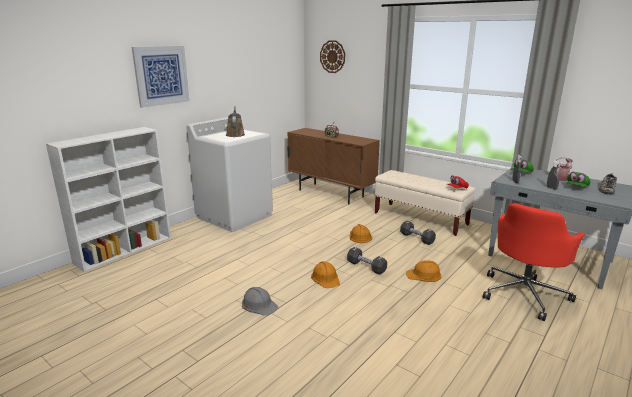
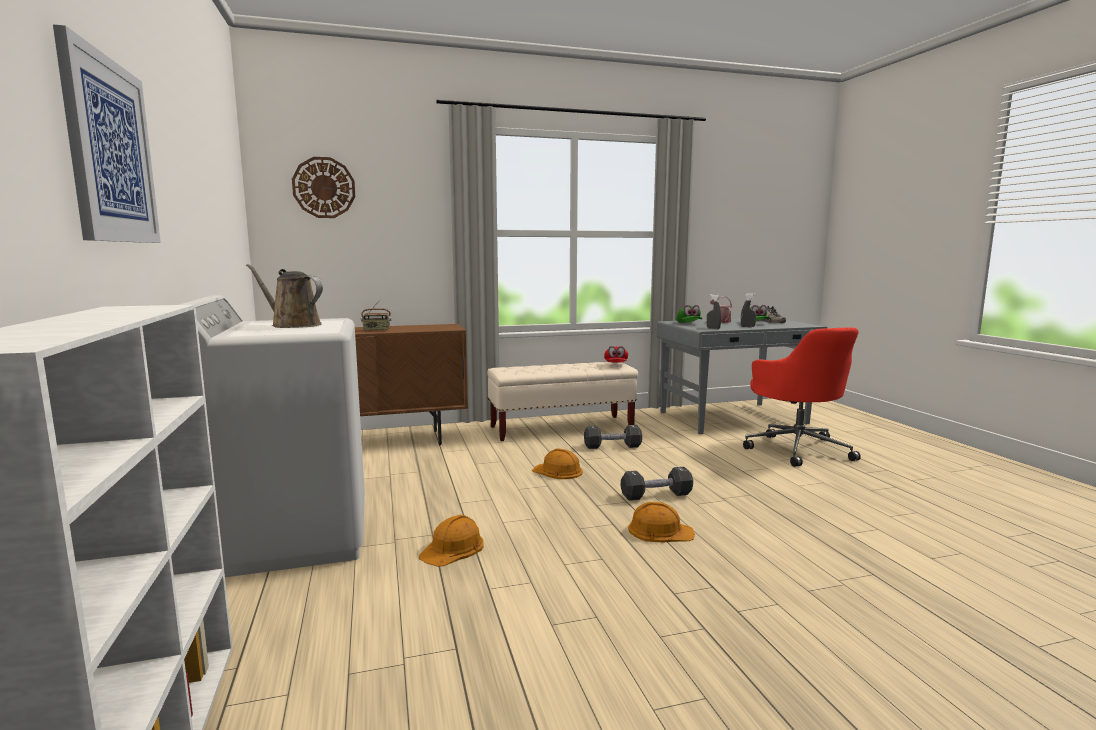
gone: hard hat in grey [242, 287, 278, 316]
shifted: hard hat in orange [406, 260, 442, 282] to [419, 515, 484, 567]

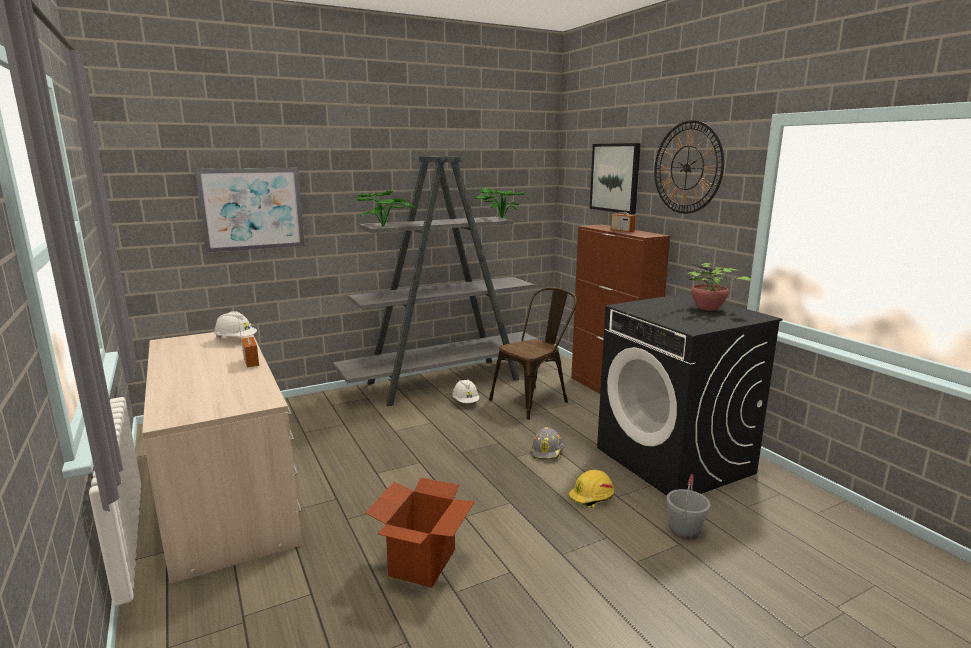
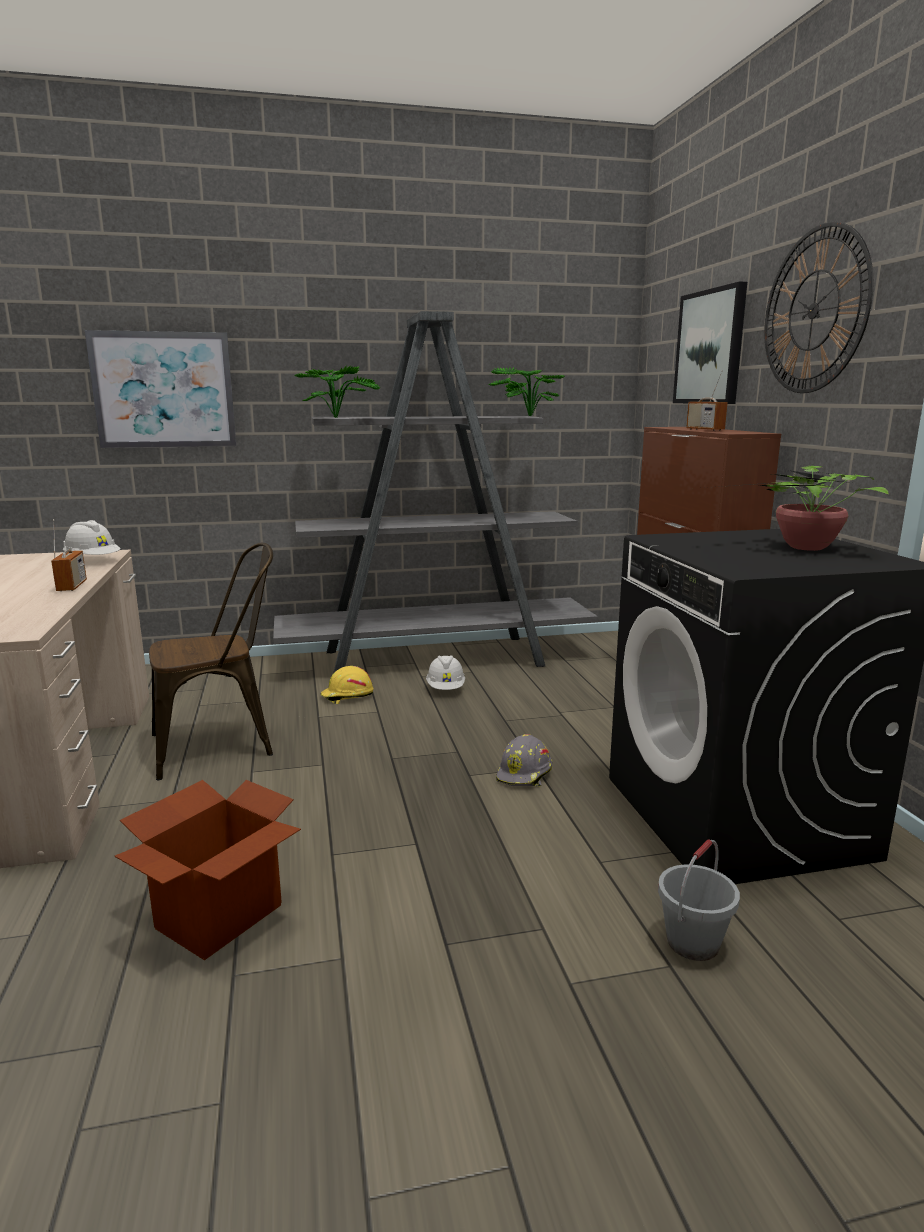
shifted: chair in brown [489, 288, 577, 420] to [149, 543, 273, 780]; hard hat in yellow [568, 470, 614, 508] to [320, 666, 374, 704]

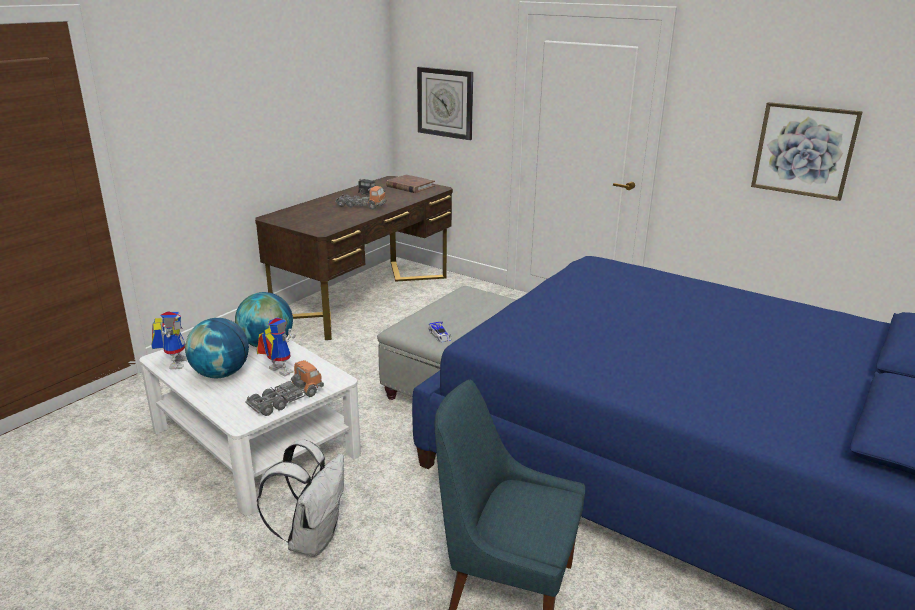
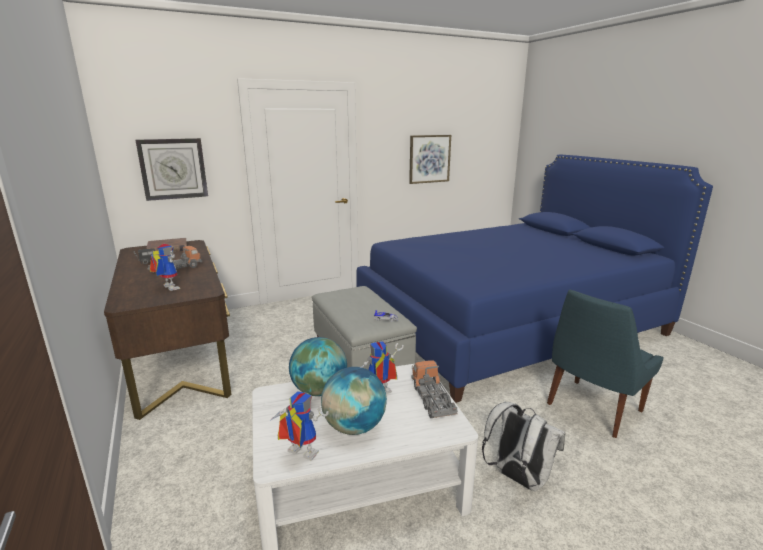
new: toy robot [149, 244, 180, 291]

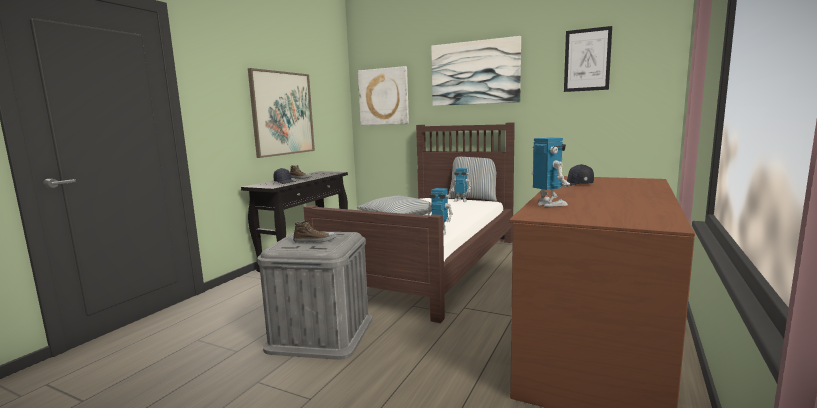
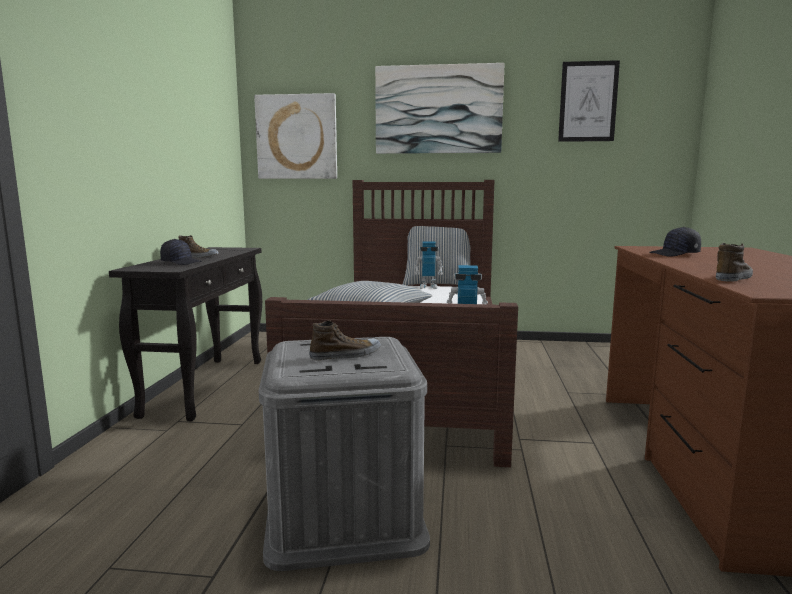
gone: picture [248, 68, 315, 158]
swapped: toy robot [531, 137, 570, 207] to shoe [716, 243, 753, 282]

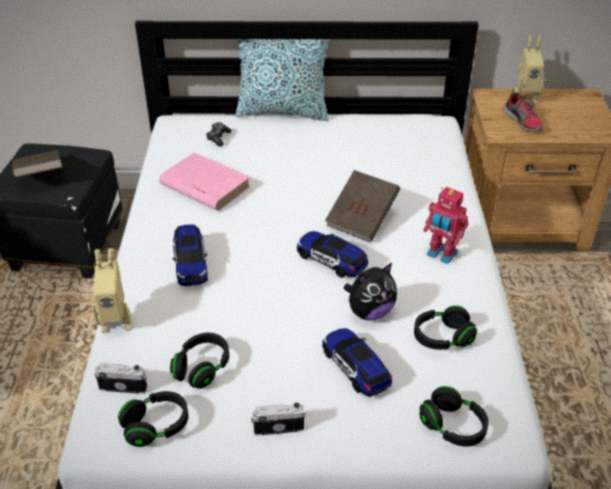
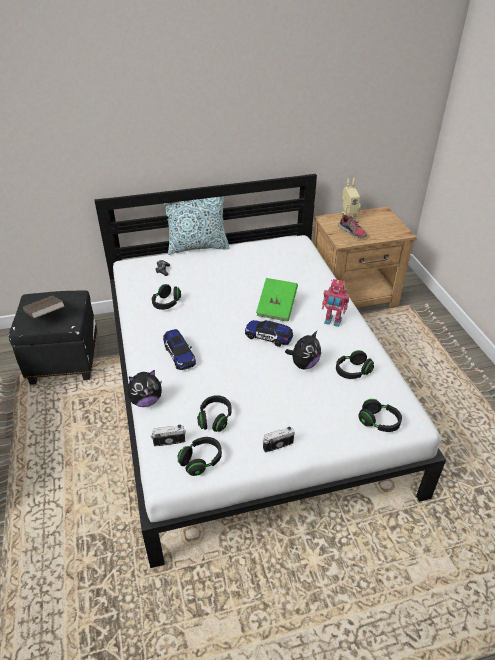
gone: toy car [322, 328, 392, 397]
swapped: toy robot [92, 248, 131, 333] to plush toy [128, 370, 162, 407]; book in pink [159, 153, 250, 211] to headphones in black [152, 284, 181, 310]
repainted: book in brown [325, 170, 400, 242] to book in green [256, 278, 298, 322]

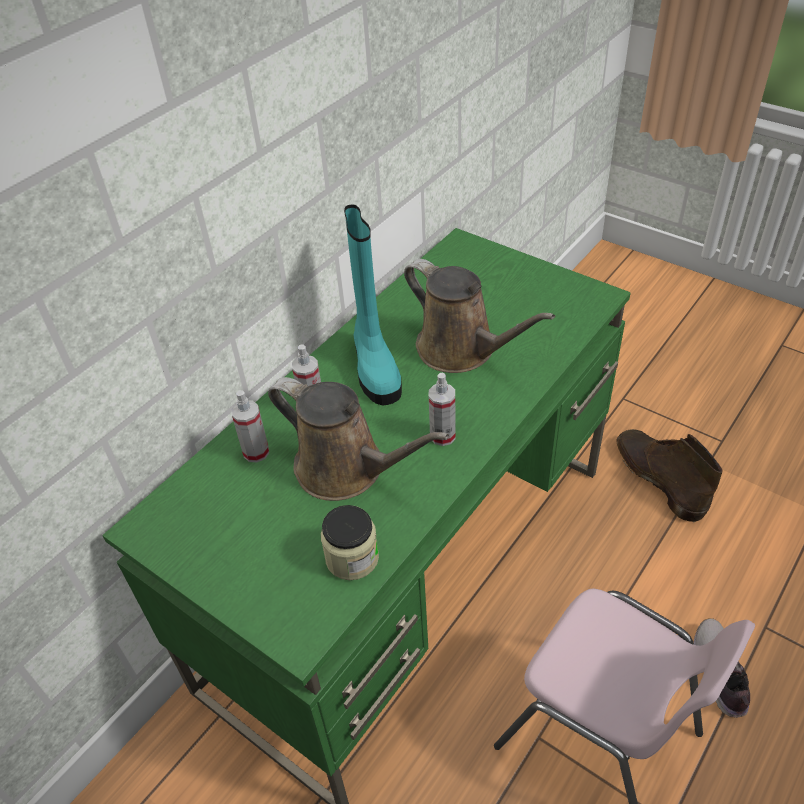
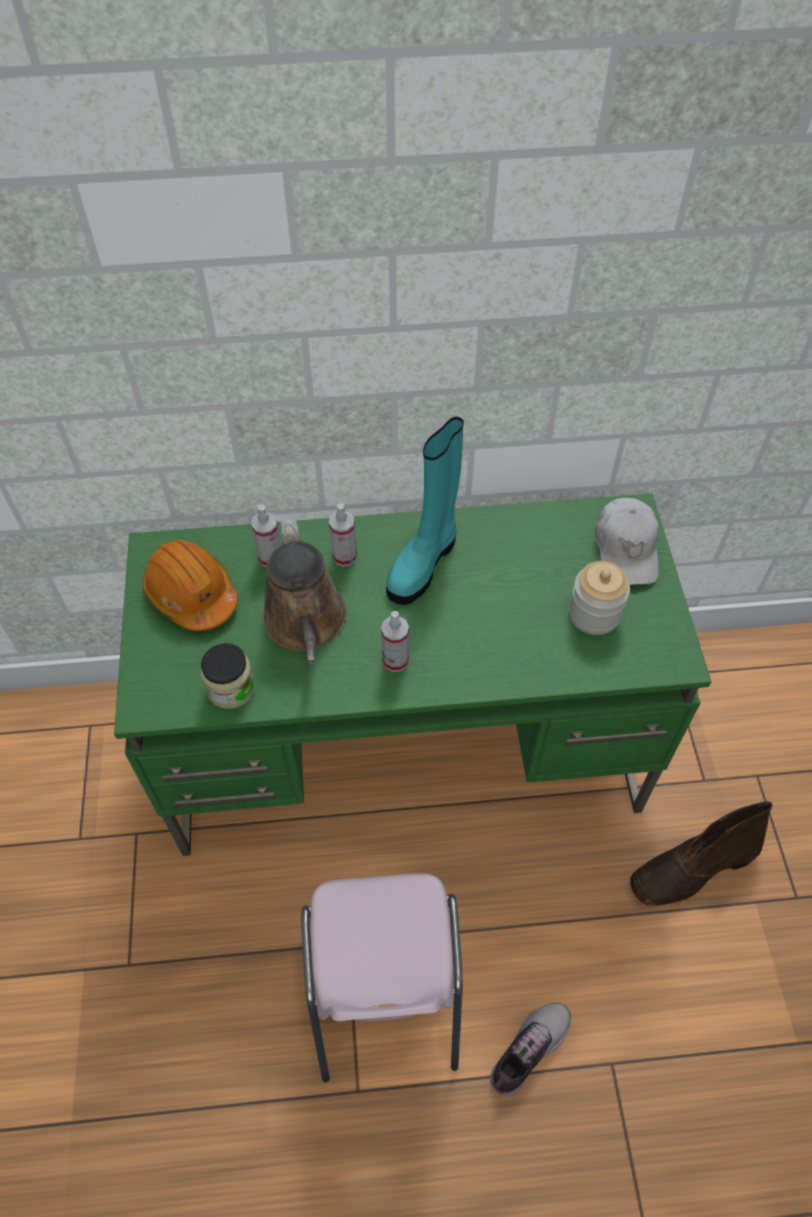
gone: watering can in brown [404, 259, 555, 373]
new: hard hat in orange [143, 540, 238, 631]; jar [569, 561, 630, 635]; cap in white [594, 498, 659, 585]
rotated: boot in brown [616, 429, 722, 523] = [630, 801, 772, 906] 135 degrees counterclockwise

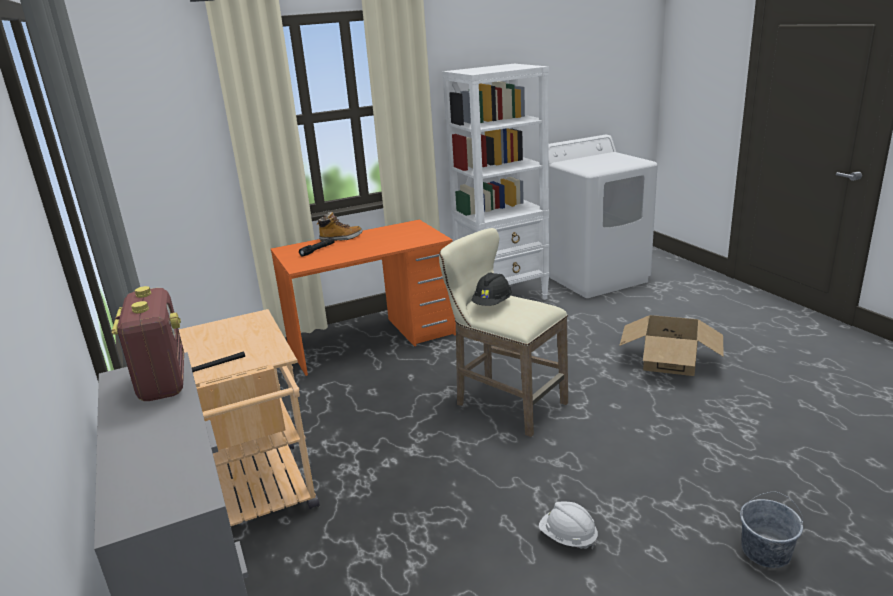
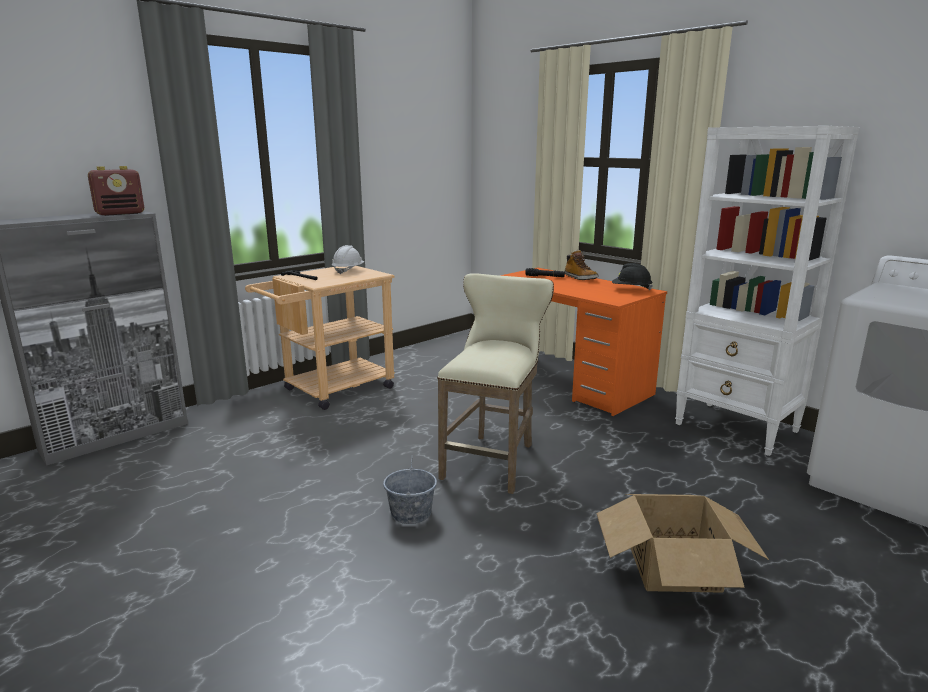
shifted: hard hat in black [472, 272, 512, 306] to [612, 263, 653, 291]; hard hat in white [539, 501, 598, 549] to [332, 245, 365, 275]; bucket in grey [740, 491, 803, 568] to [383, 461, 437, 524]

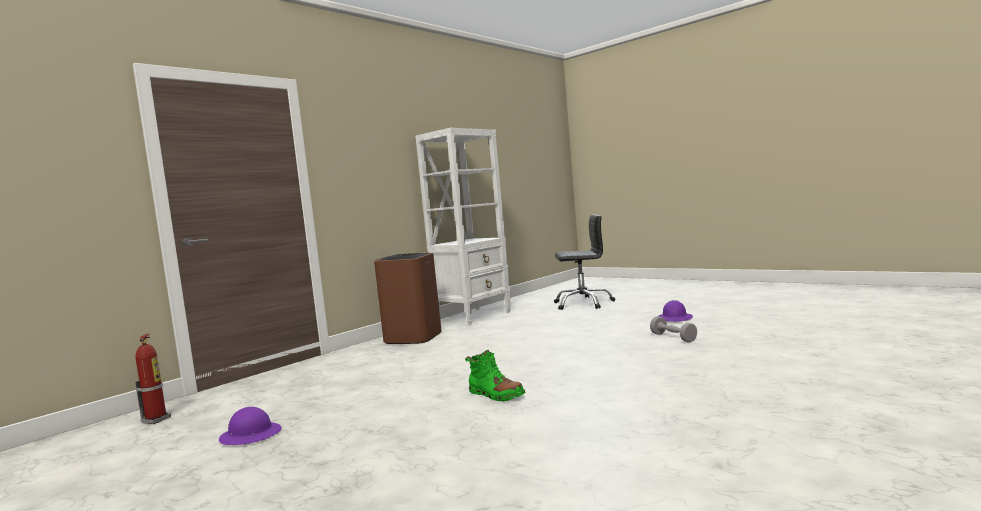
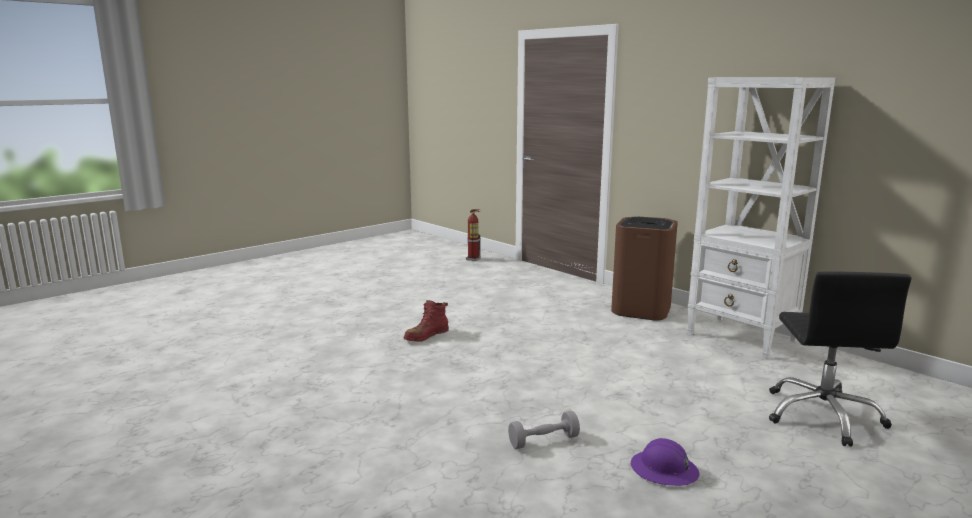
gone: hard hat in purple [219, 407, 282, 445]
repainted: boot in green [465, 350, 525, 401] to boot in red [403, 300, 449, 342]

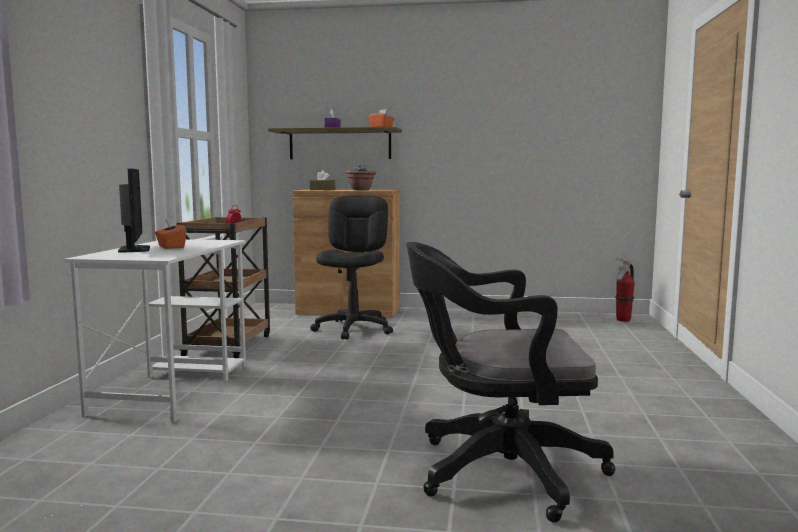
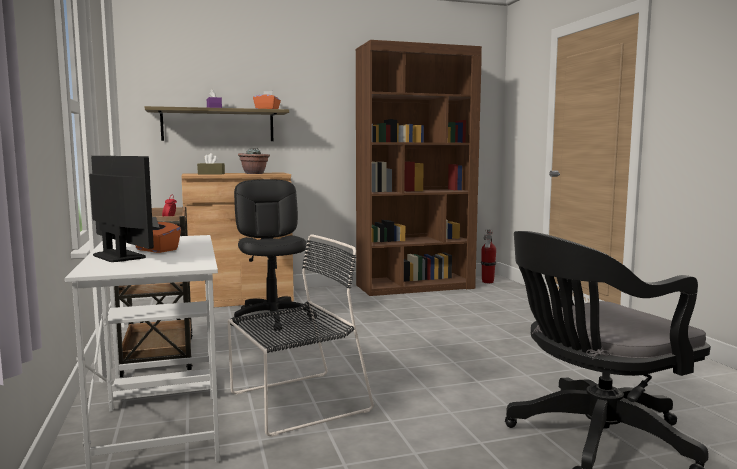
new: chair in black [228, 234, 374, 437]; bookcase in brown [356, 40, 482, 296]

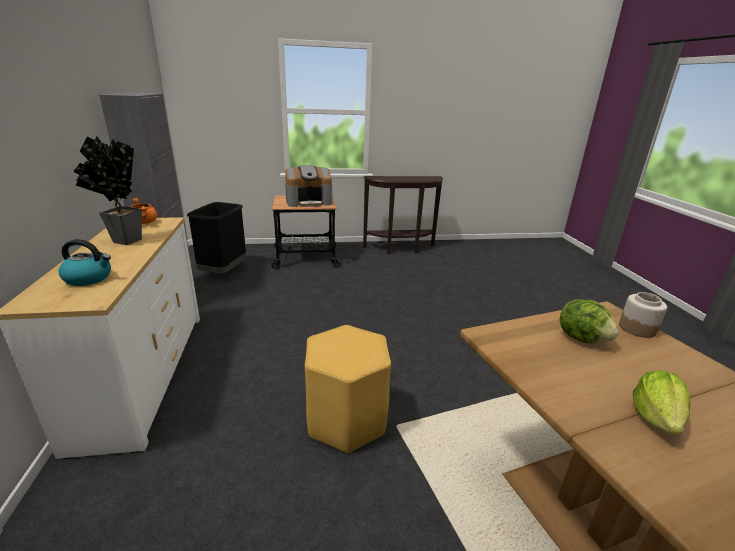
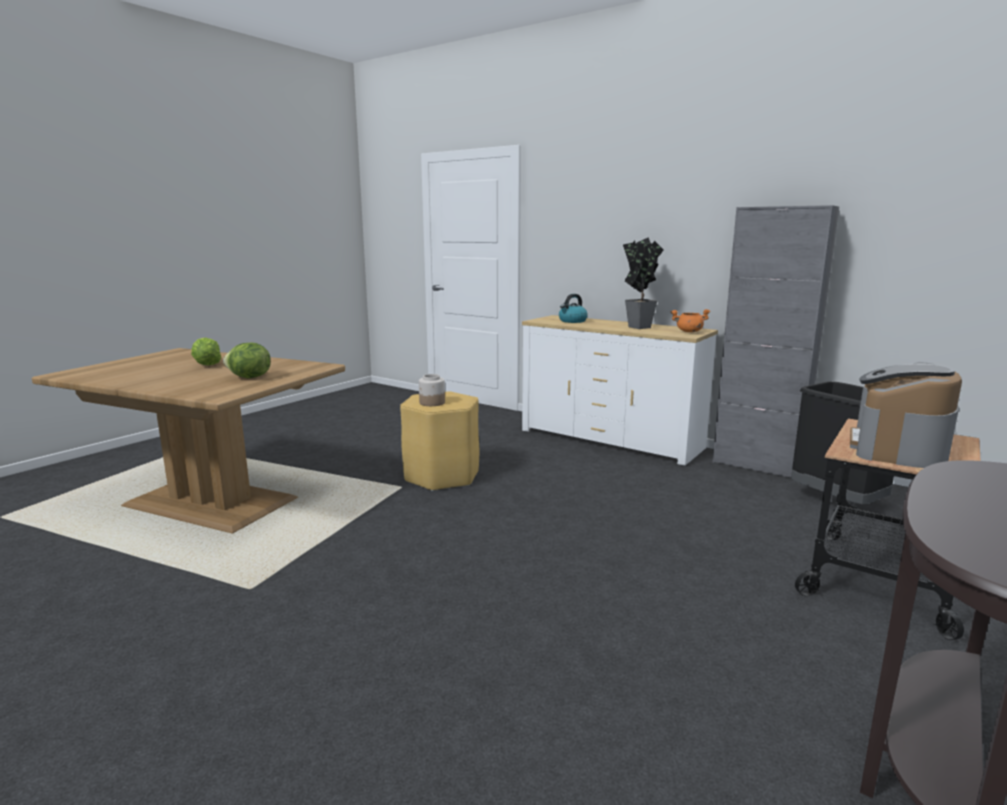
shifted: jar [619, 292, 667, 338] to [419, 374, 445, 406]

